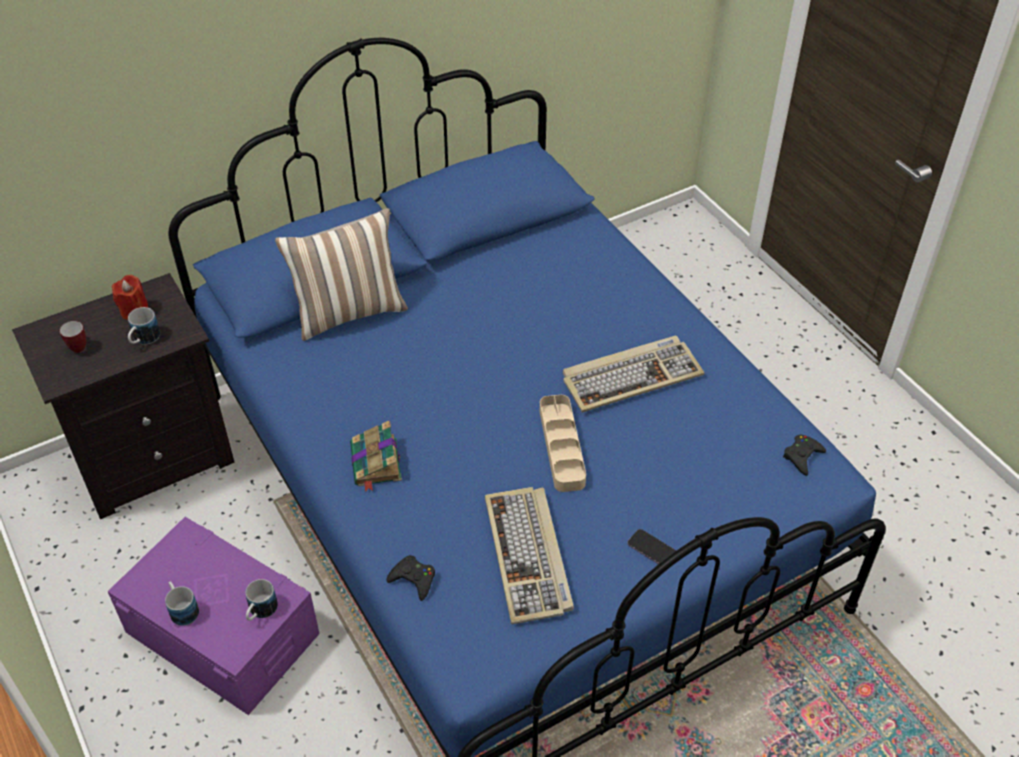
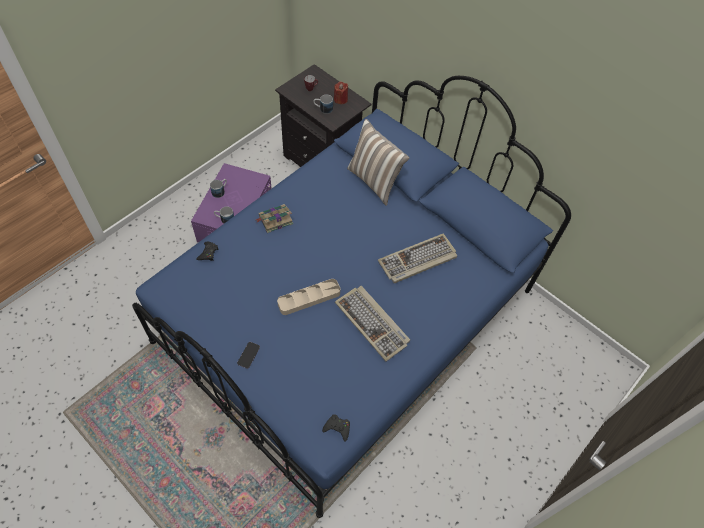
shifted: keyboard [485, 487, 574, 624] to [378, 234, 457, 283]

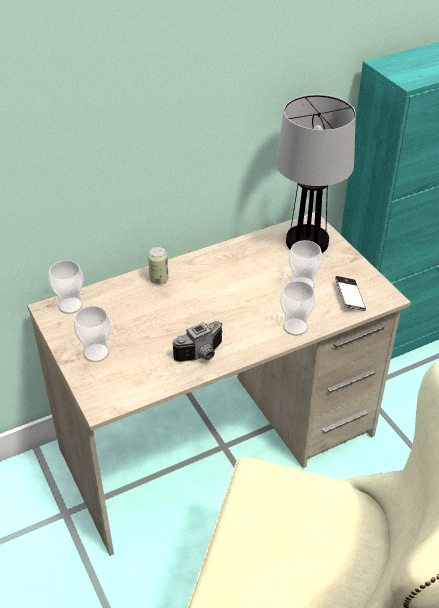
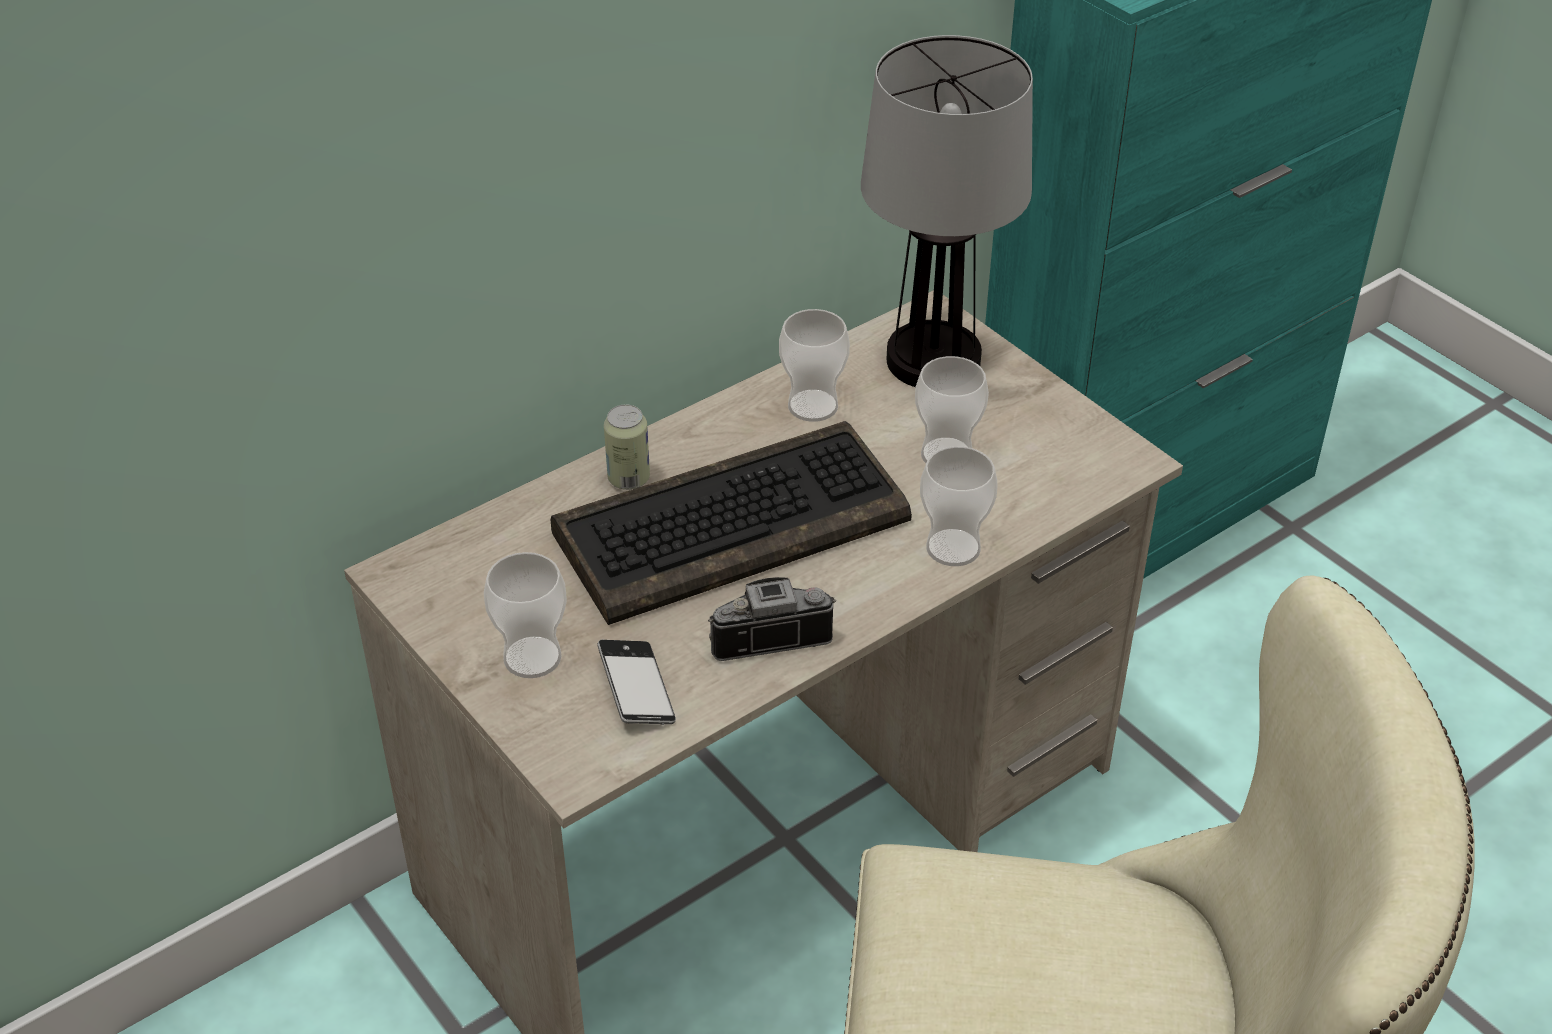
new: keyboard [551, 421, 912, 625]
shifted: cup [48, 260, 83, 314] to [779, 309, 850, 422]; phone [335, 276, 366, 311] to [597, 640, 676, 725]
rotated: photo camera [172, 321, 223, 362] = [708, 577, 836, 661] 150 degrees counterclockwise

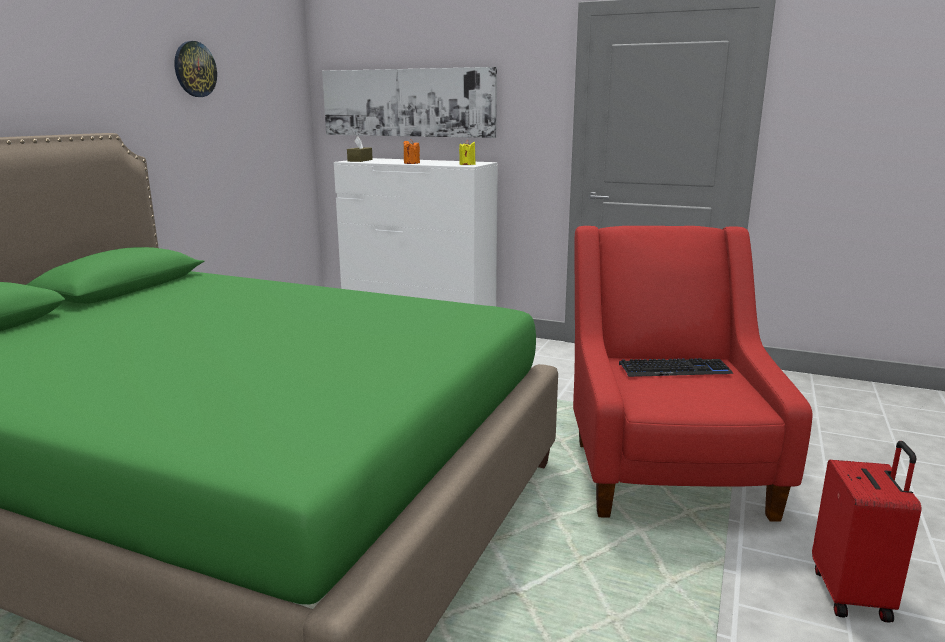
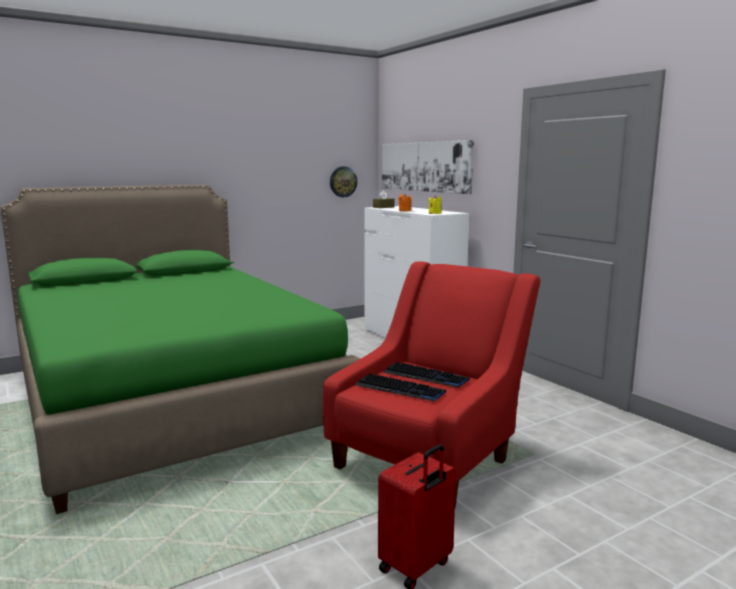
new: keyboard [355, 373, 446, 402]
shifted: wall clock [174, 41, 217, 97] to [330, 166, 357, 197]

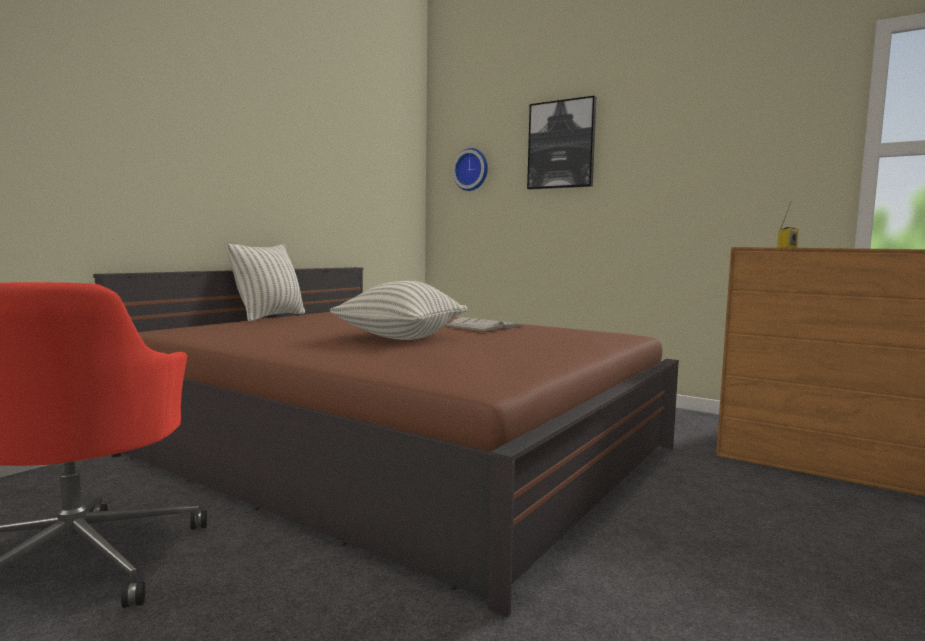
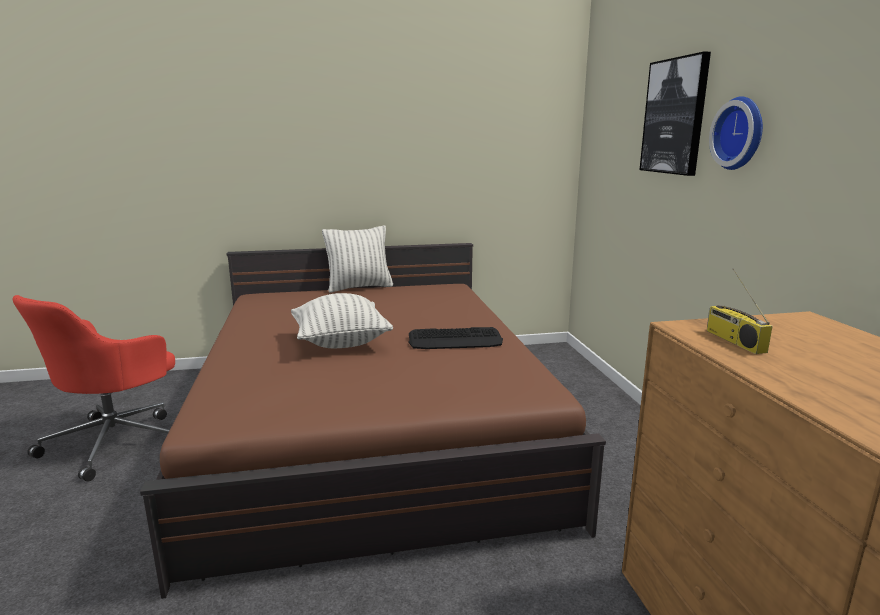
shifted: wall clock [452, 148, 488, 191] to [709, 96, 763, 170]
swapped: book in white [444, 317, 523, 332] to keyboard [408, 327, 503, 349]
rotated: radio [777, 201, 799, 248] = [707, 268, 773, 354] 105 degrees clockwise

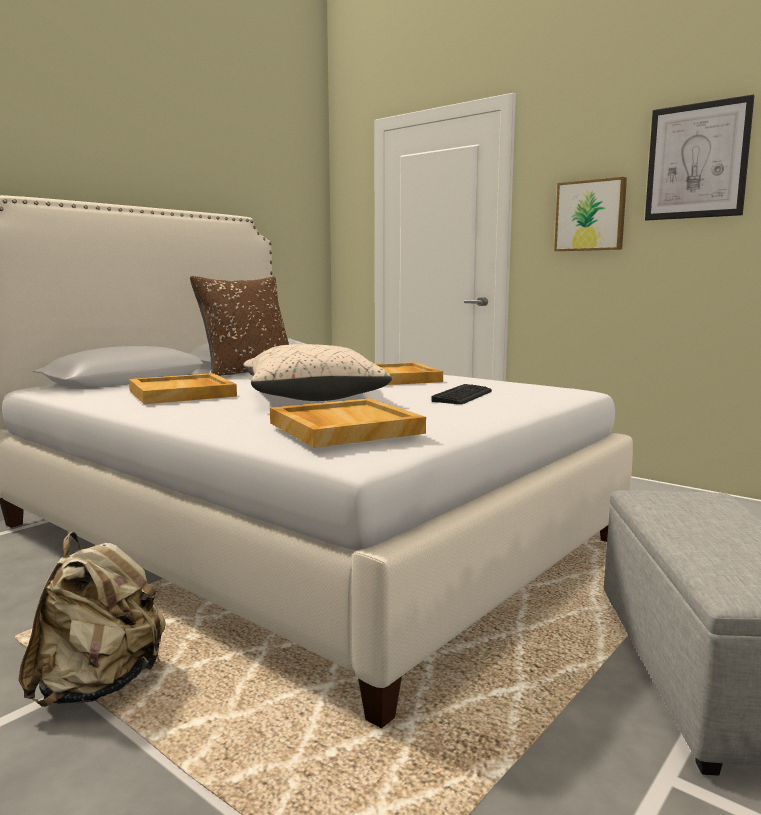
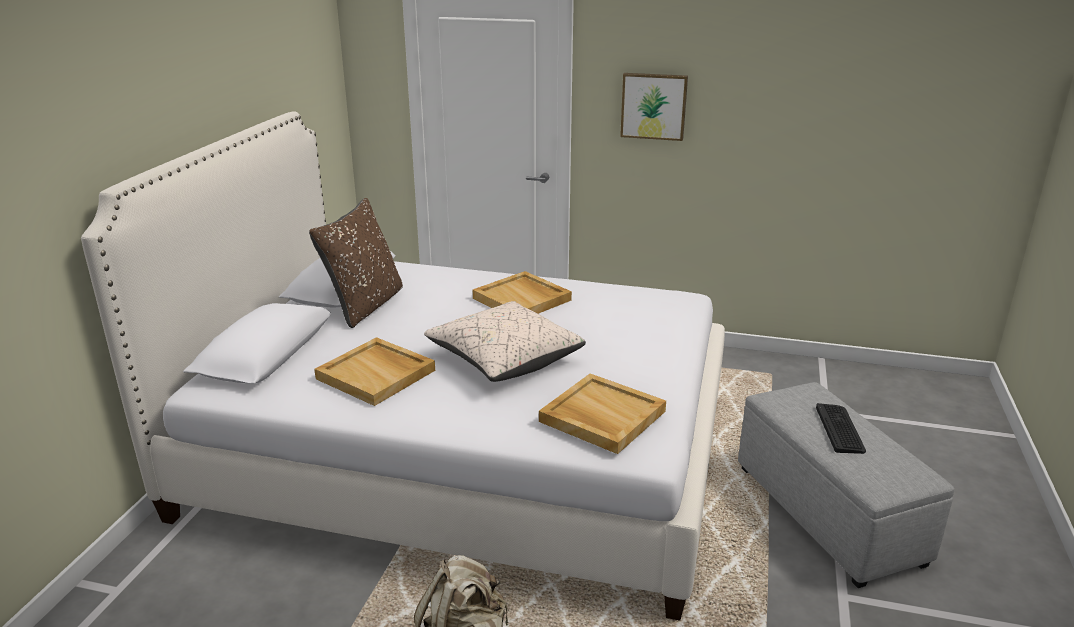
gone: picture [645, 95, 754, 221]
shifted: keyboard [431, 384, 492, 404] to [816, 403, 866, 454]

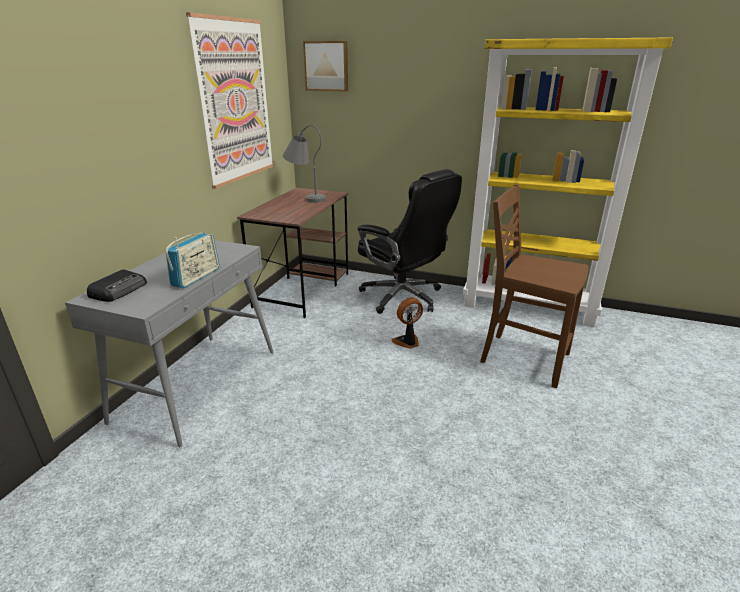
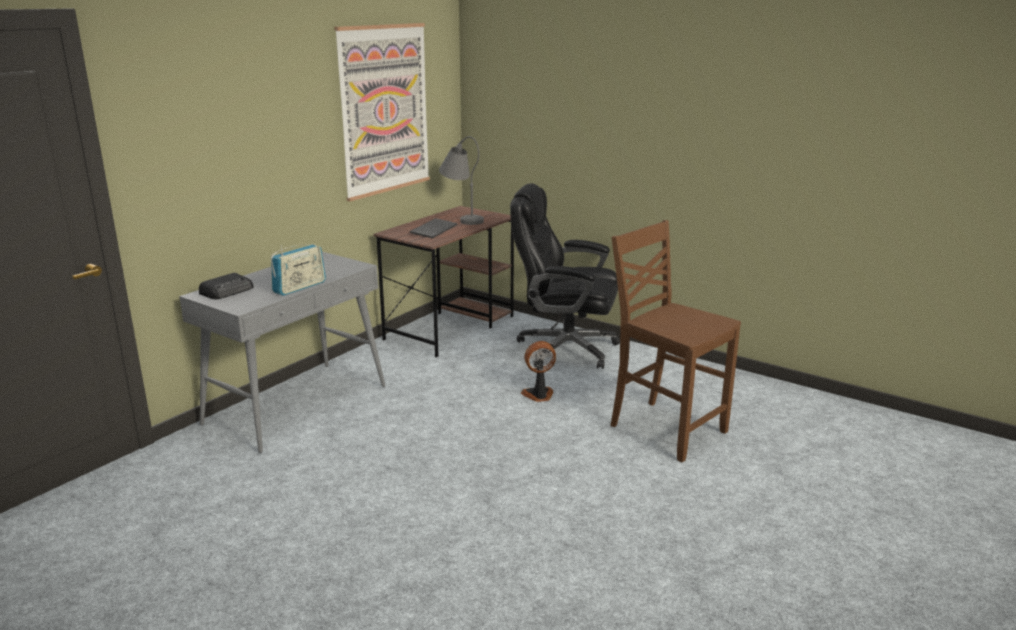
gone: picture [303, 41, 348, 92]; bookcase in yellow [463, 37, 673, 327]
new: keyboard [410, 218, 457, 238]
rotated: office chair in black [357, 169, 462, 314] = [510, 183, 620, 369] 135 degrees clockwise

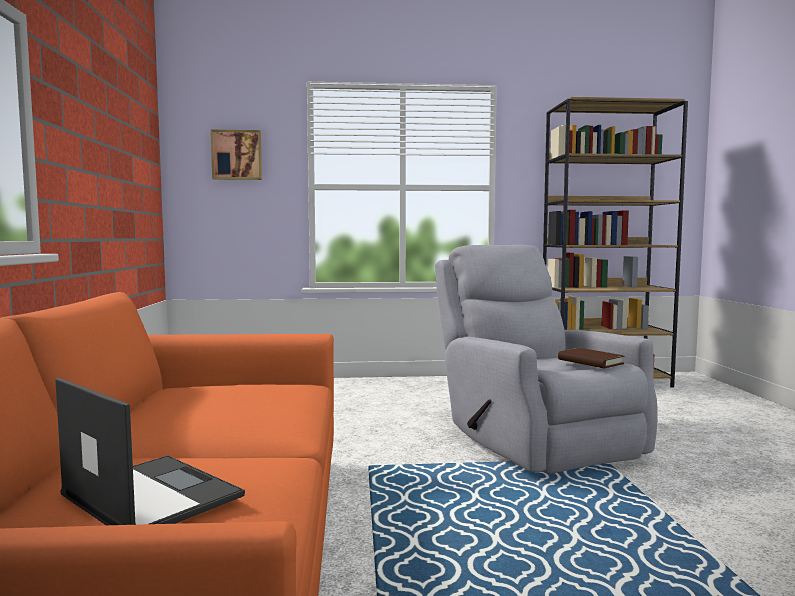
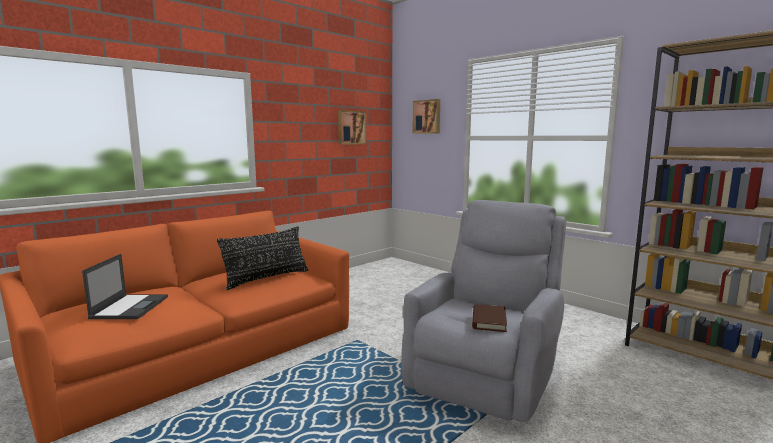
new: pillow in black [217, 226, 308, 290]; picture [338, 110, 366, 145]

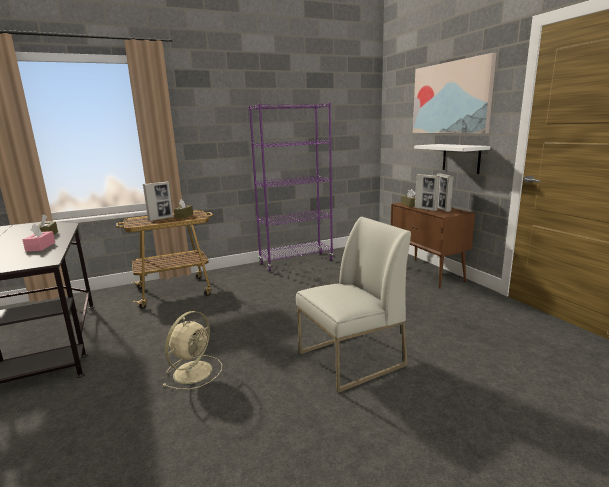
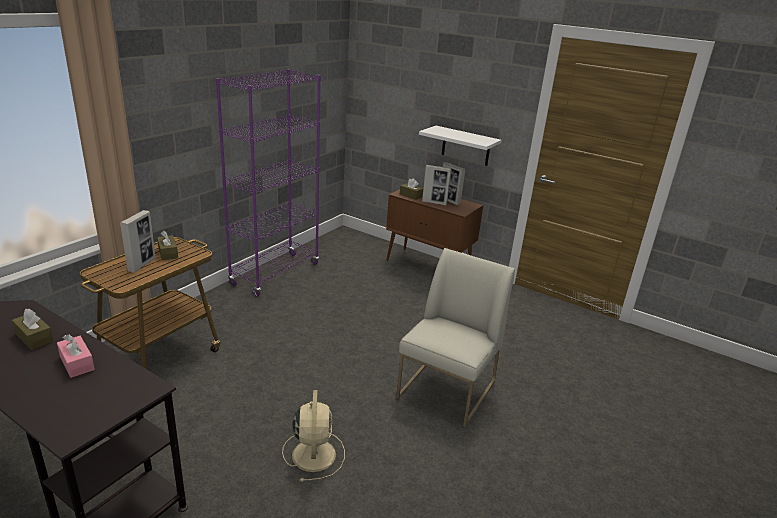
gone: picture [413, 53, 496, 133]

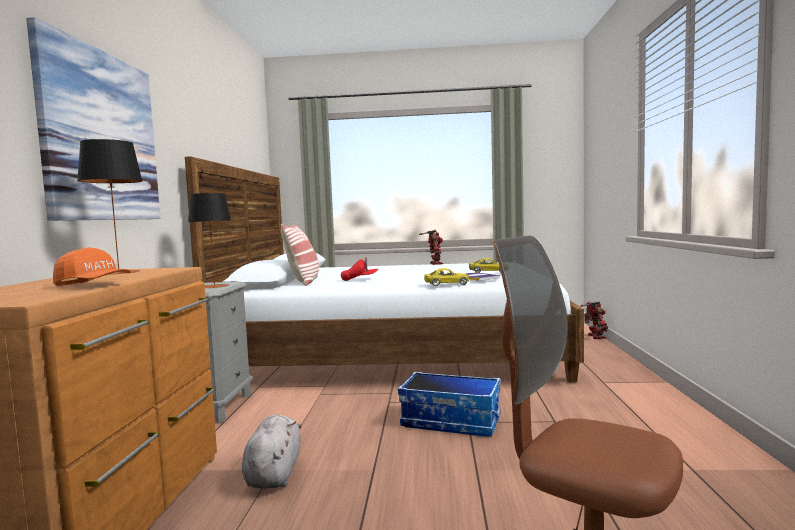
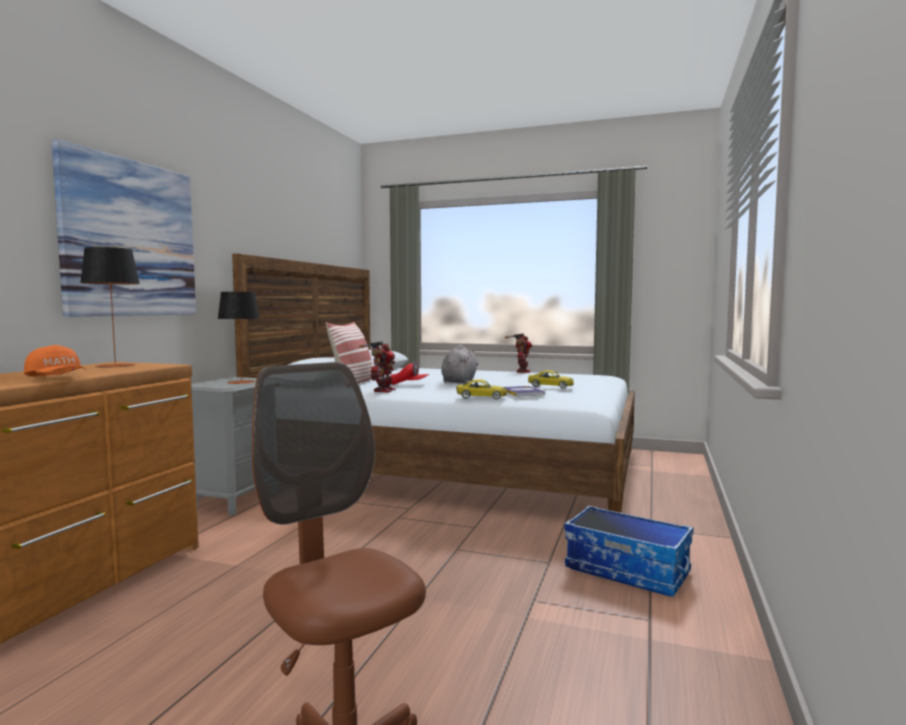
shifted: plush toy in grey [242, 415, 302, 489] to [441, 345, 478, 384]; storage box [398, 372, 501, 437] to [564, 506, 693, 596]; toy robot [580, 301, 608, 339] to [359, 341, 396, 392]

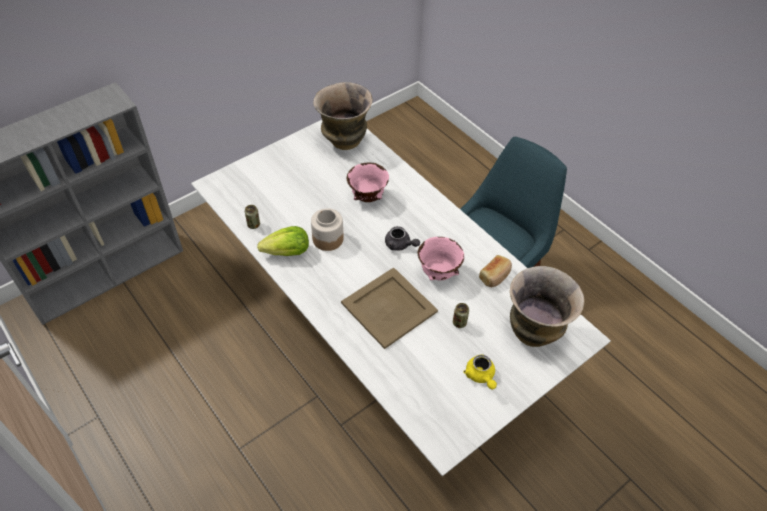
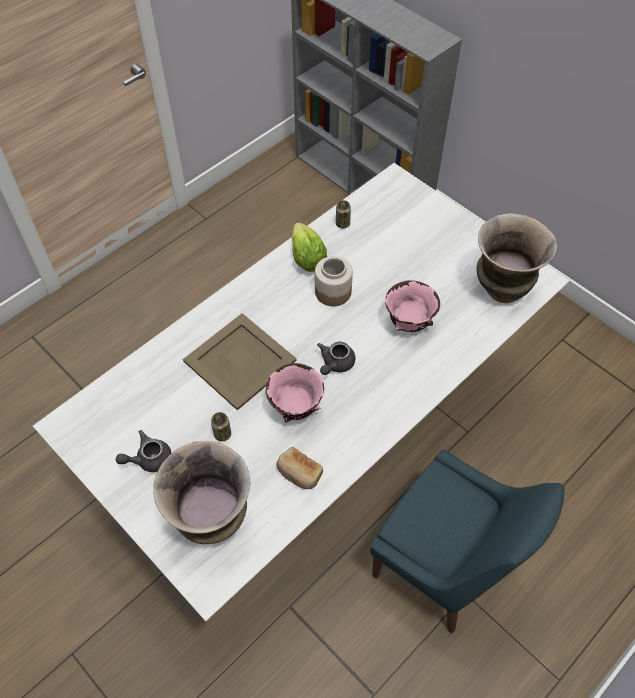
repainted: teapot in yellow [463, 355, 497, 389] to teapot in grey [116, 430, 171, 472]

